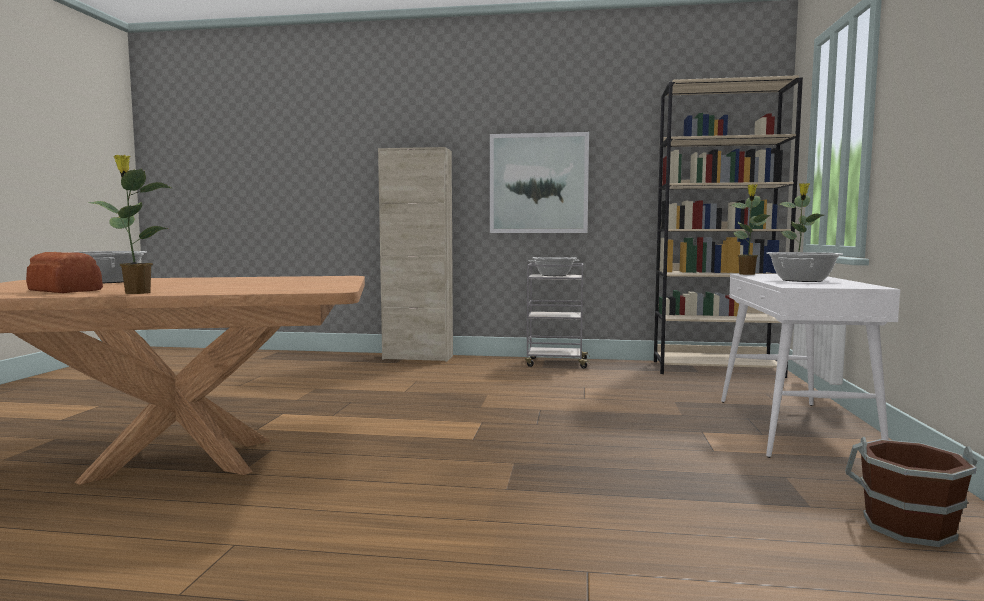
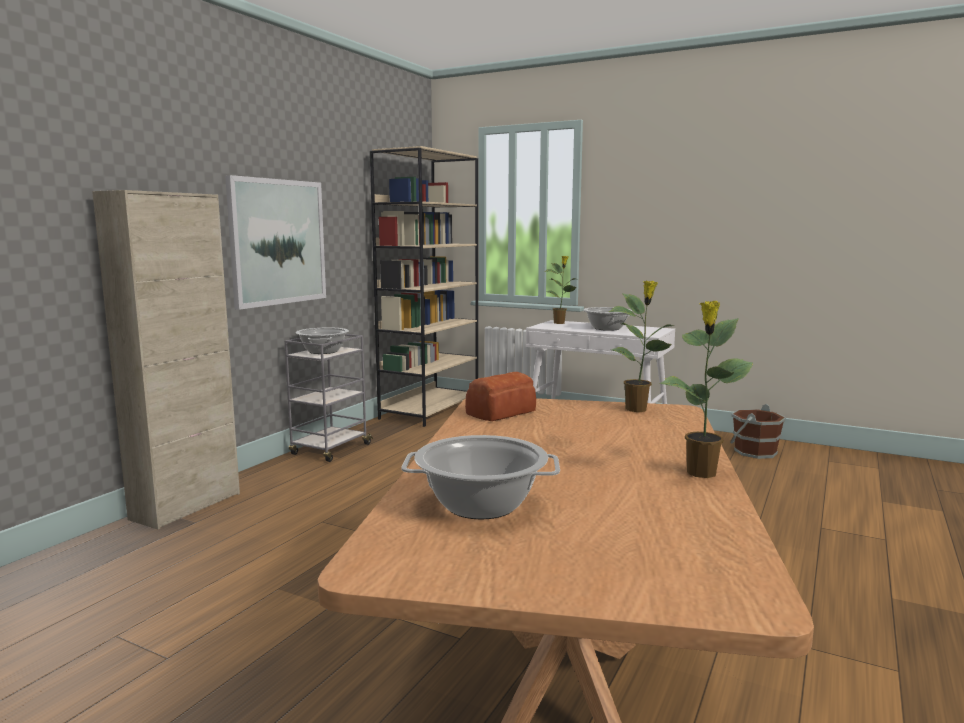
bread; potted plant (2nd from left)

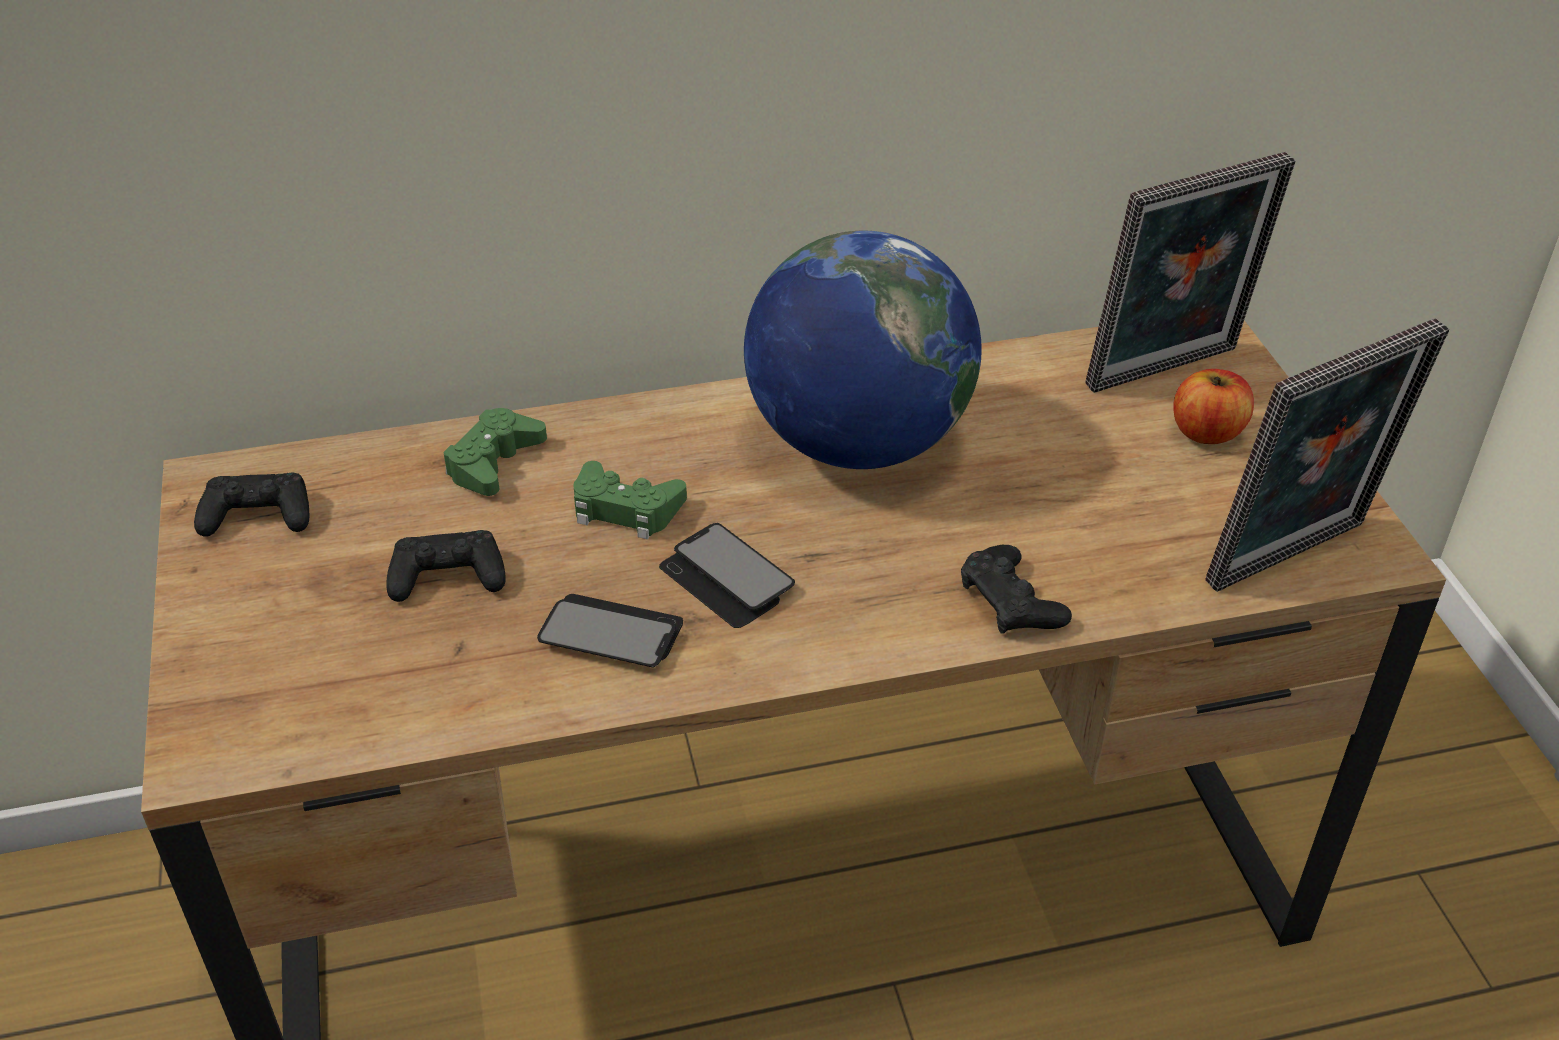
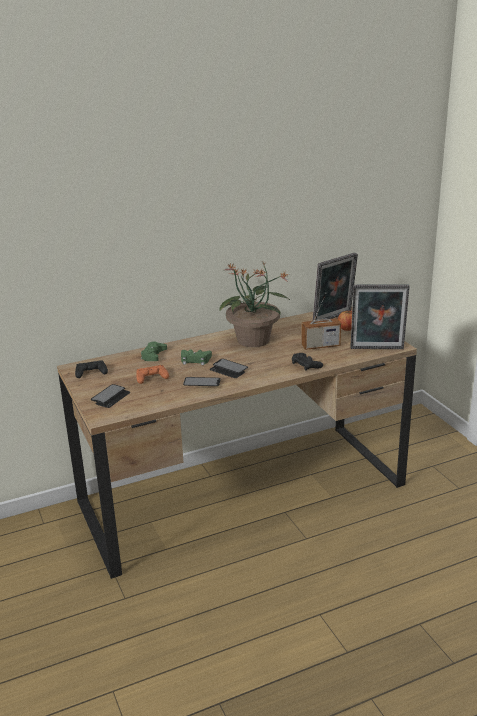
phone (1st from left); radio; potted plant; orange game controller; picture frame (2nd from left)

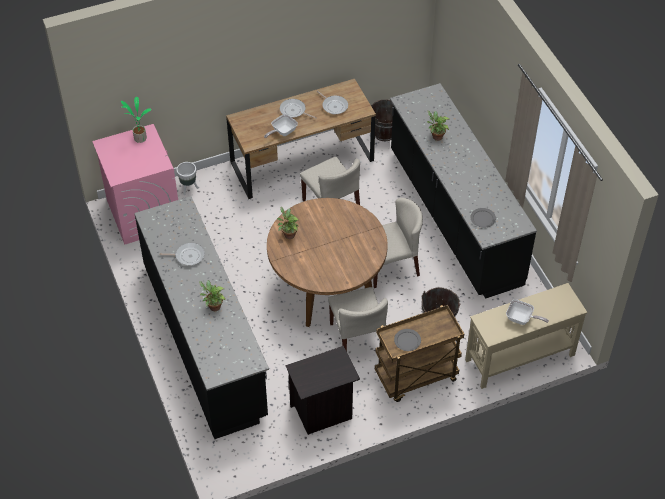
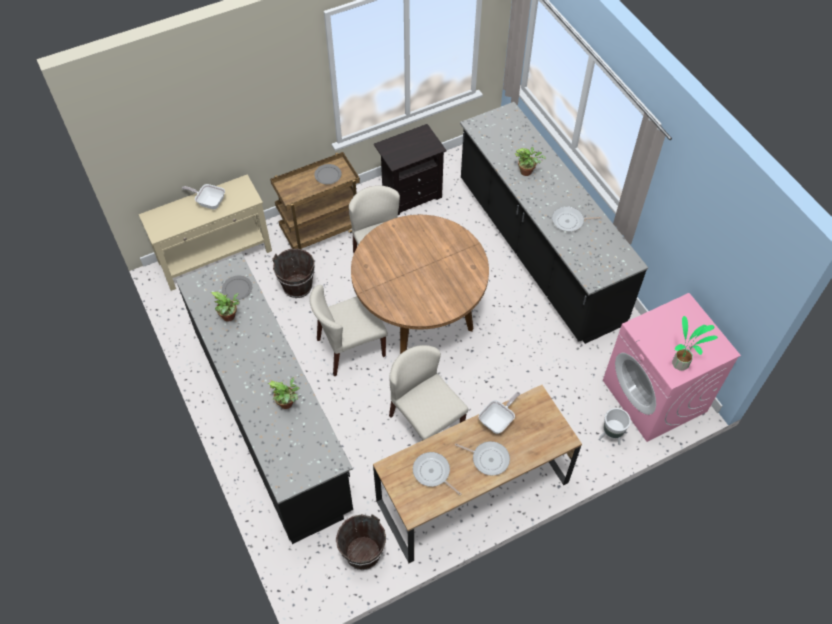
potted plant (1st from left)

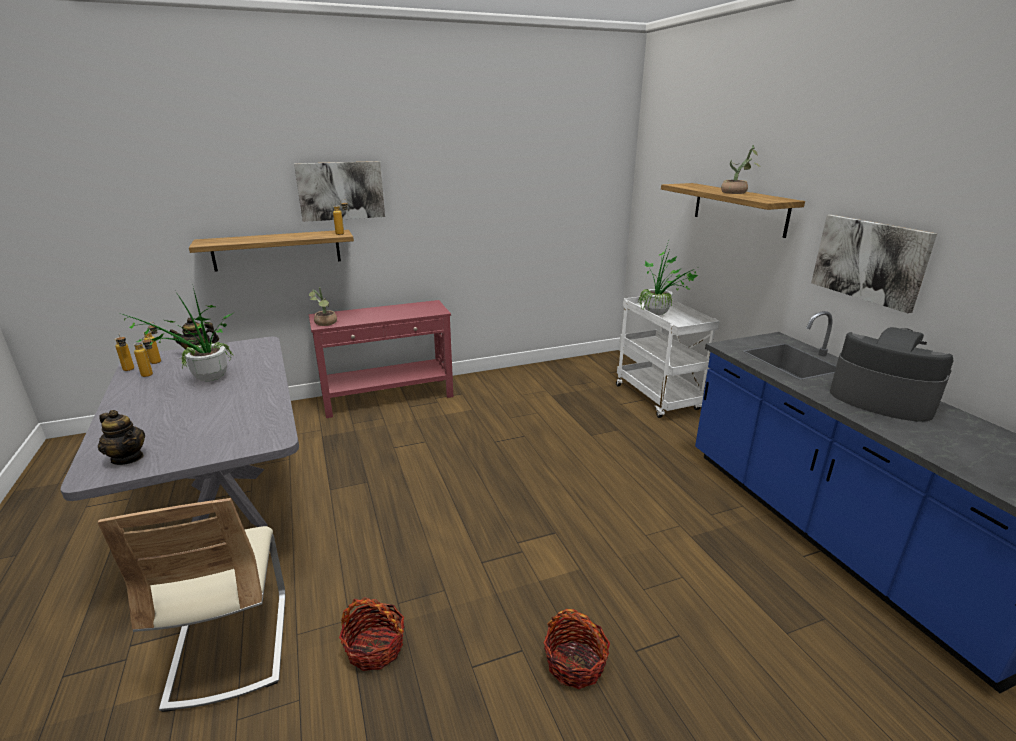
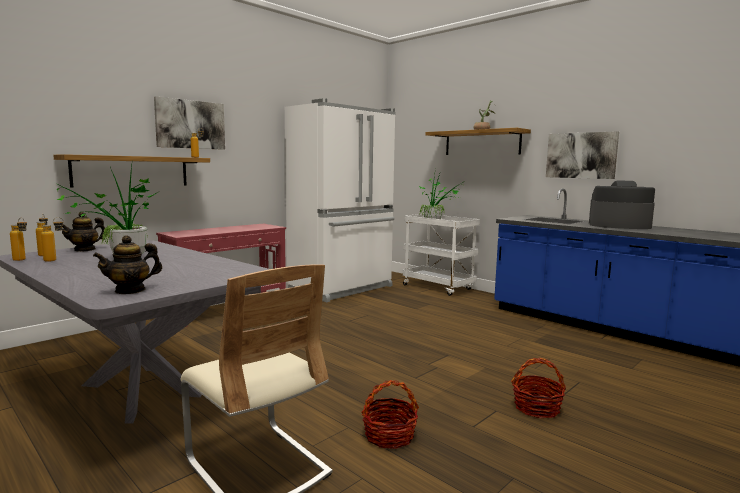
potted plant (2nd from left in the first image); white fridge; teapot (2nd from left)

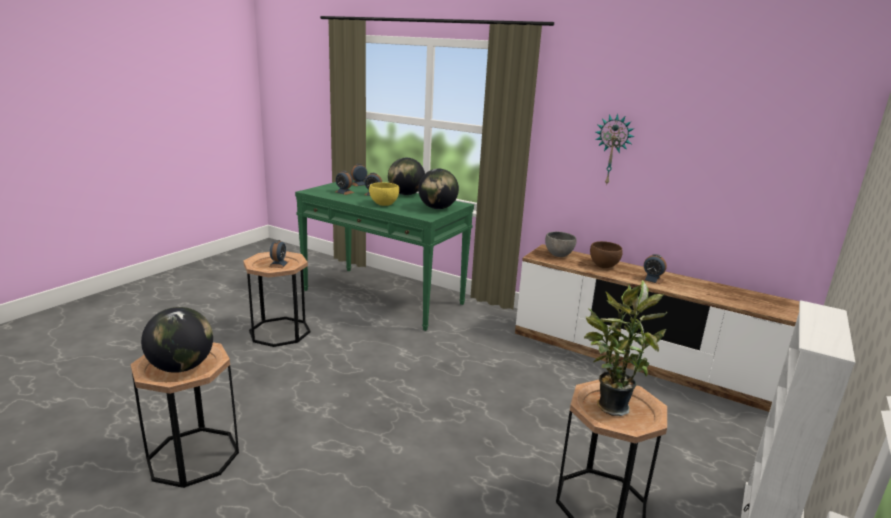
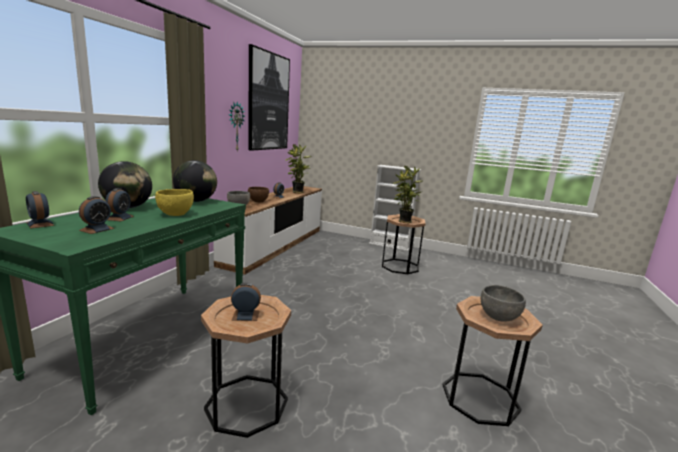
picture; potted plant (1st from left); grey bowl (2nd from left)

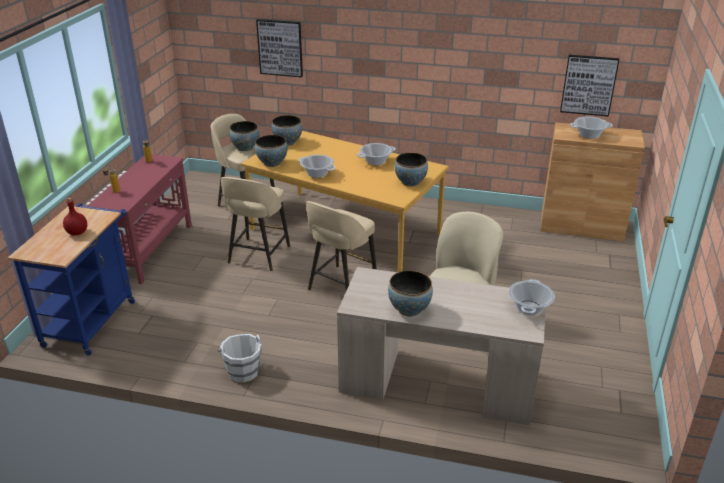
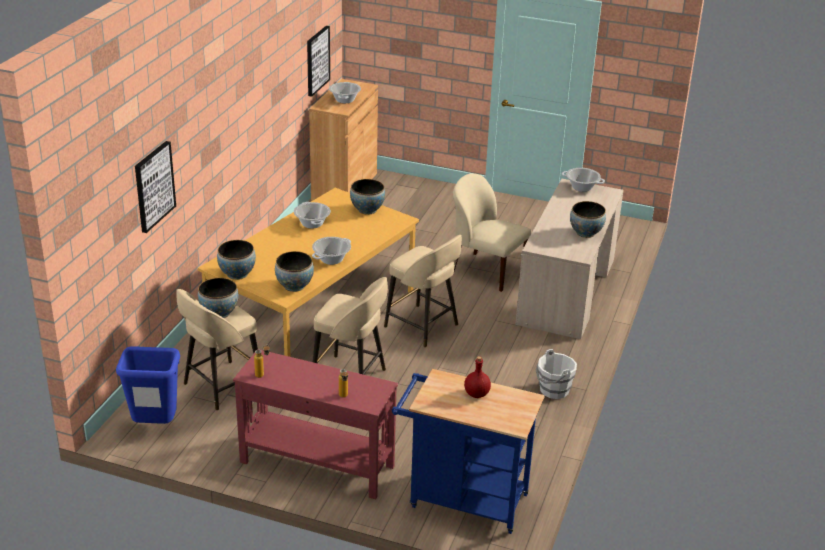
blue trash can

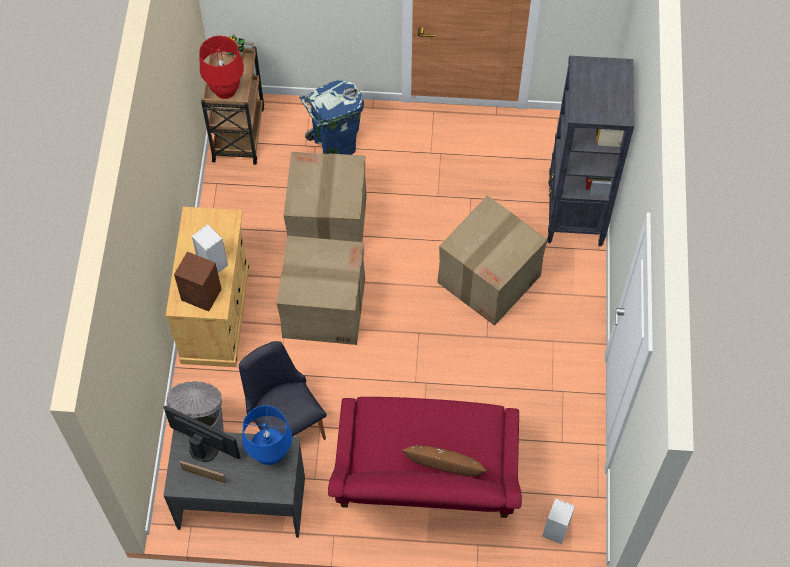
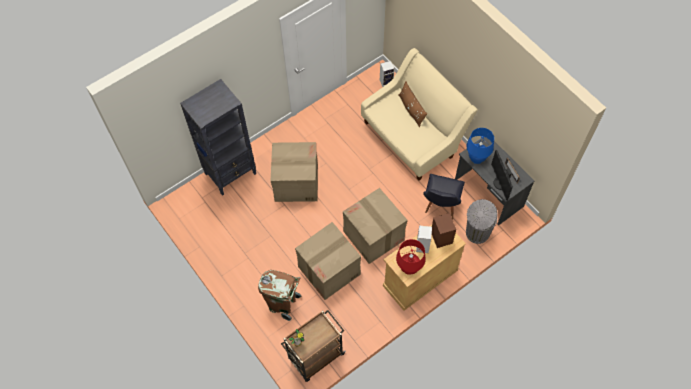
red table lamp; brown trash can; beige sofa

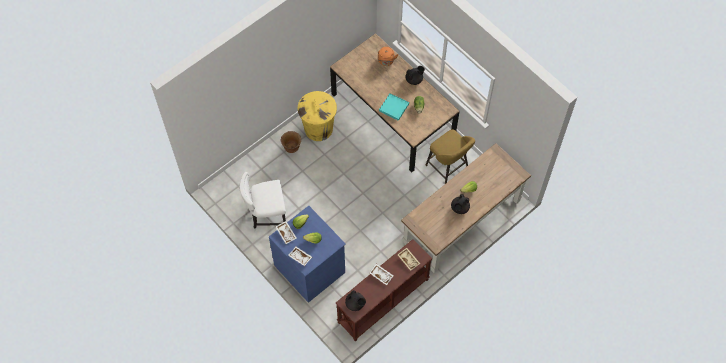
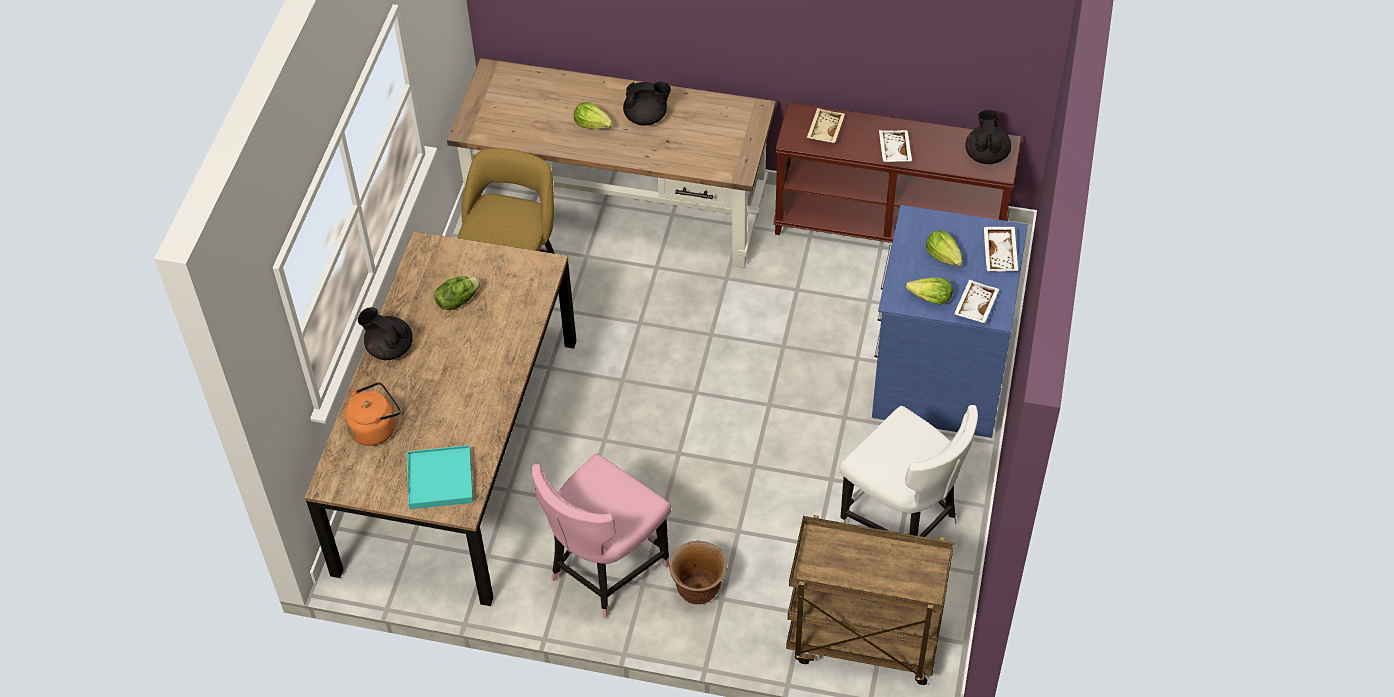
brown cart; turquoise tray; pink chair

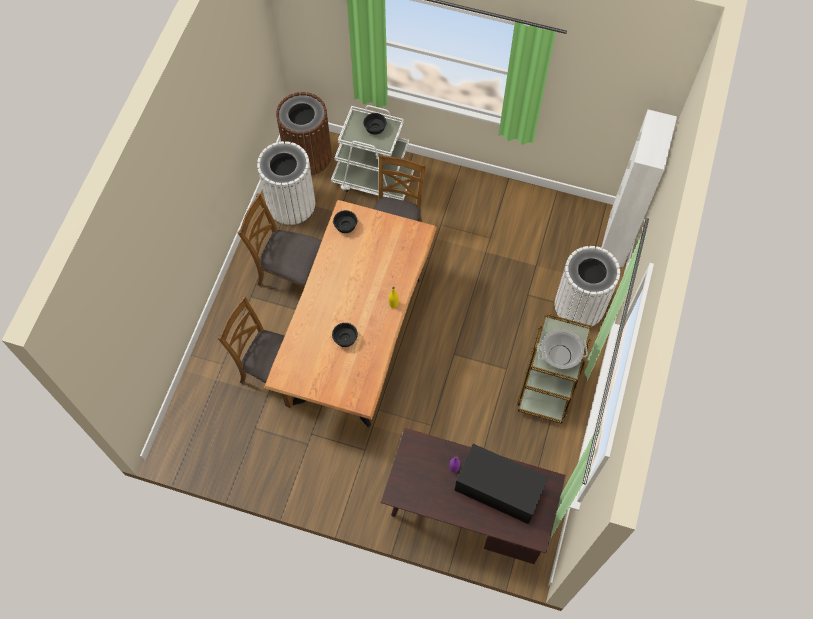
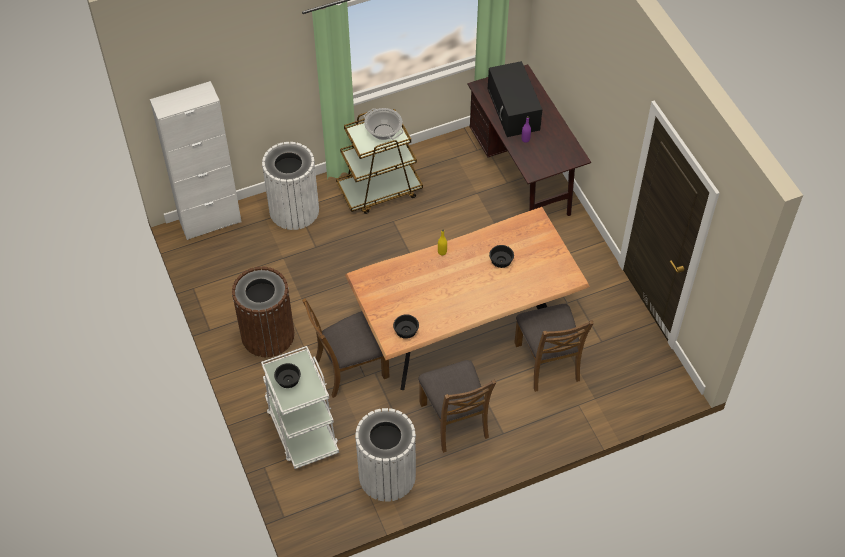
brown trash can

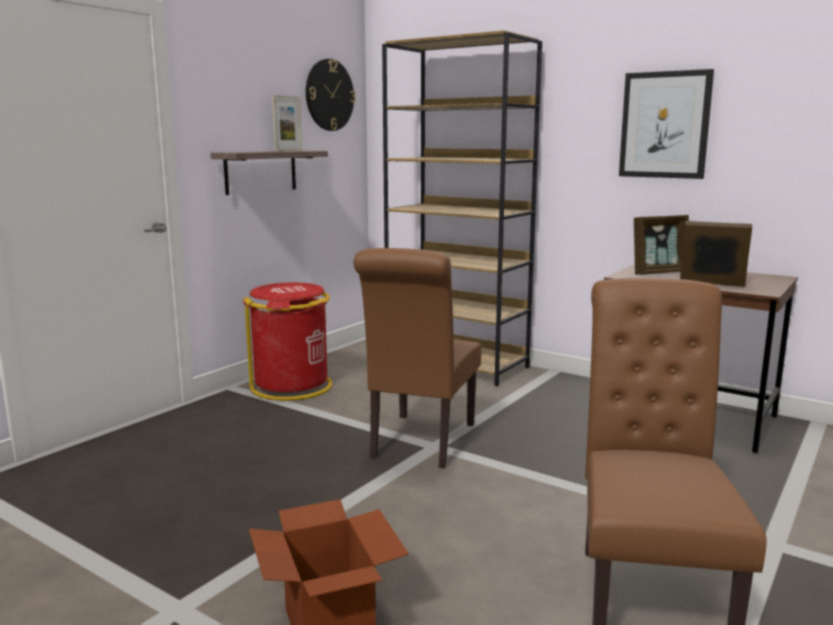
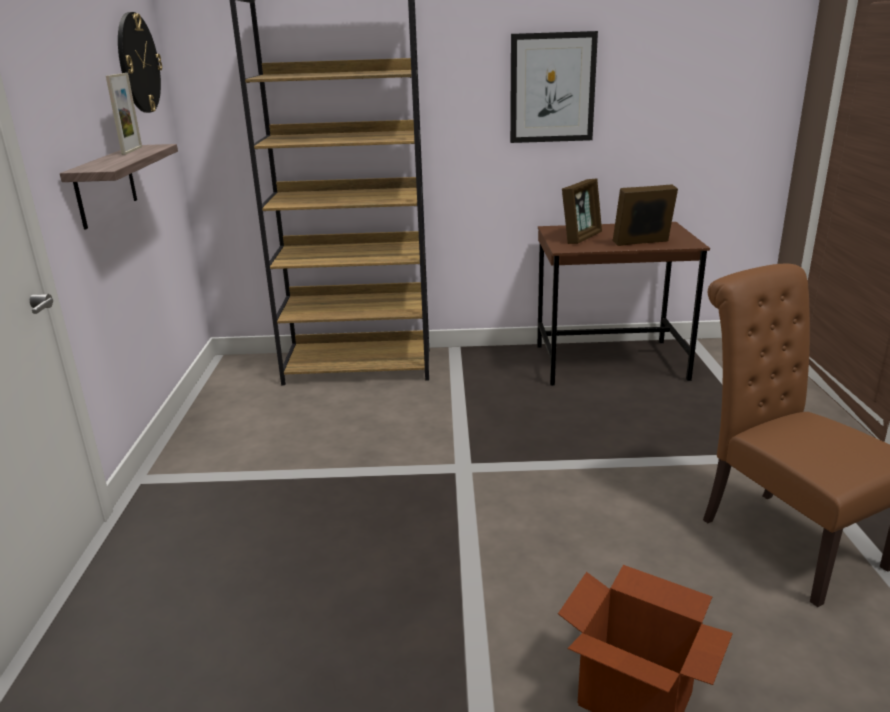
red trash can; brown chair (1st from left in the first image)

